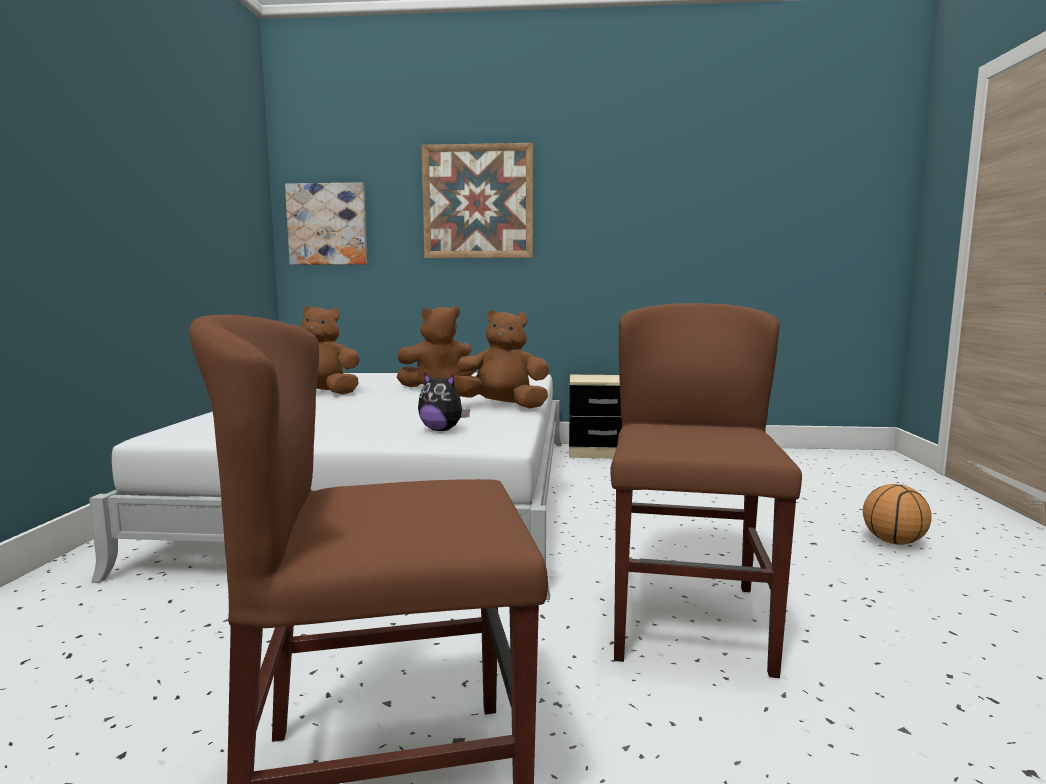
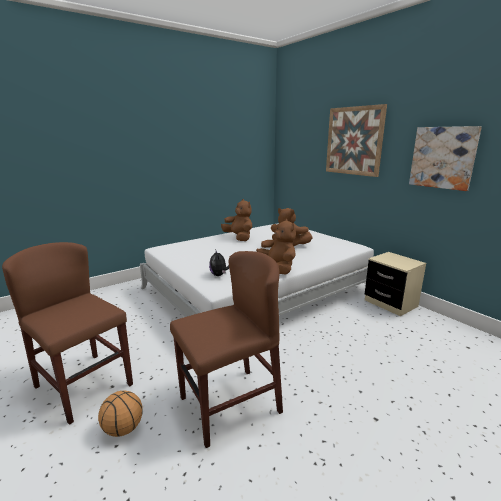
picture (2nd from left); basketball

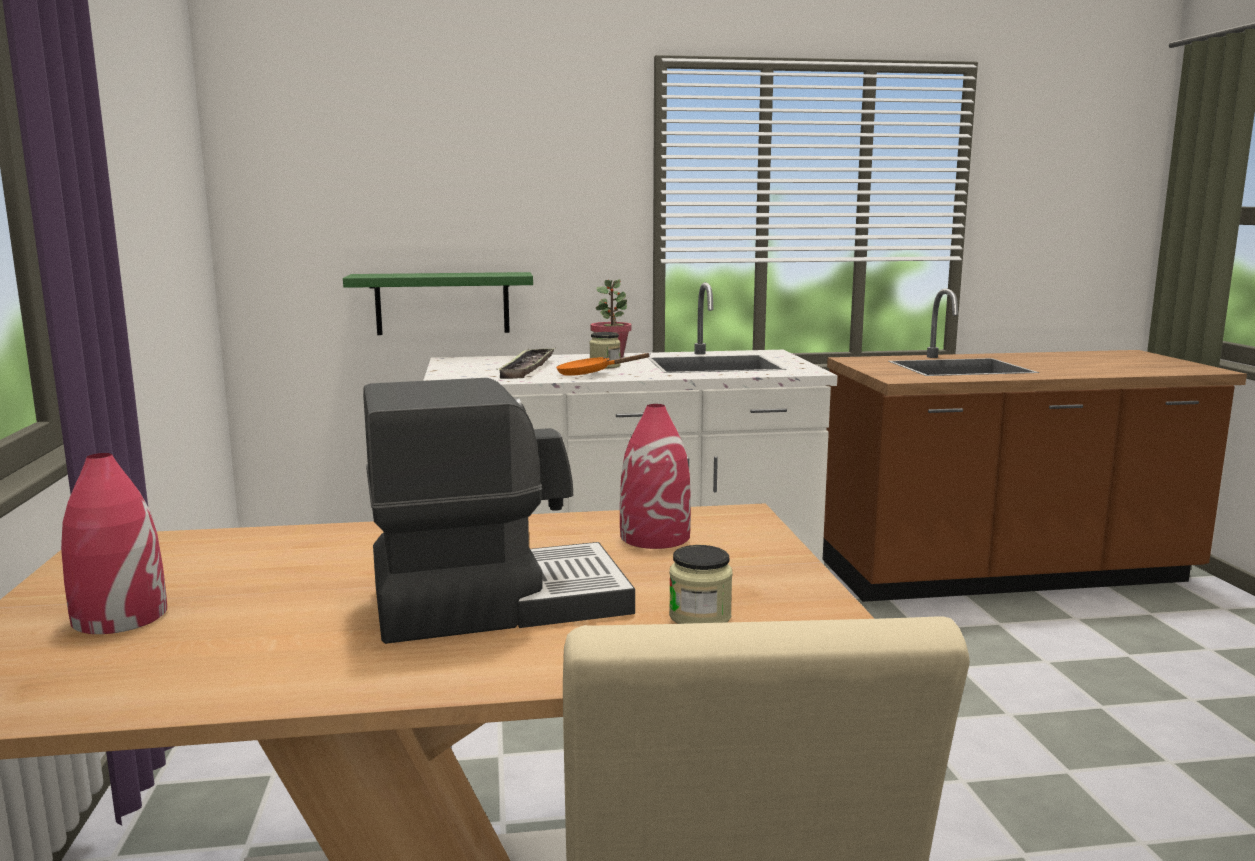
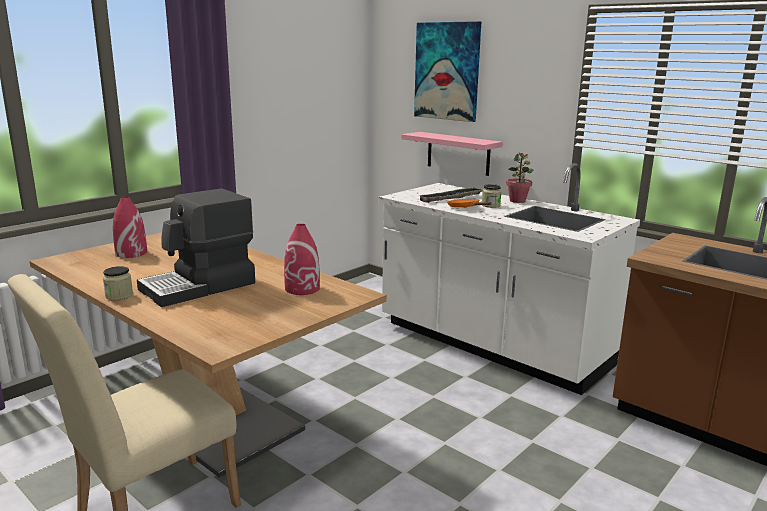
picture; jar (1st from left); pink shelf; coffee machine

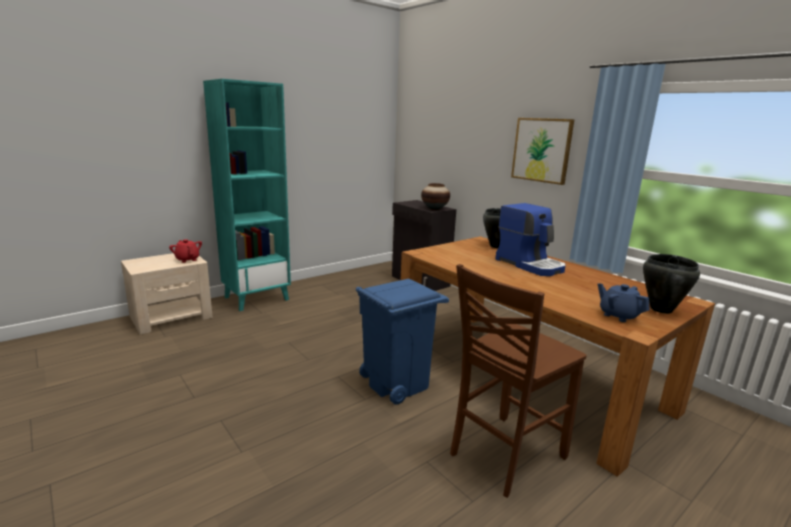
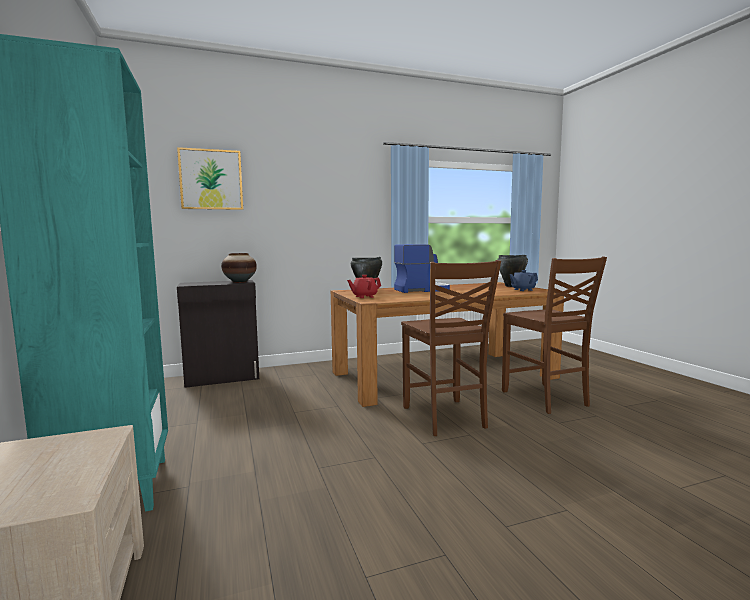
red teapot; picture; brown chair (1st from left)

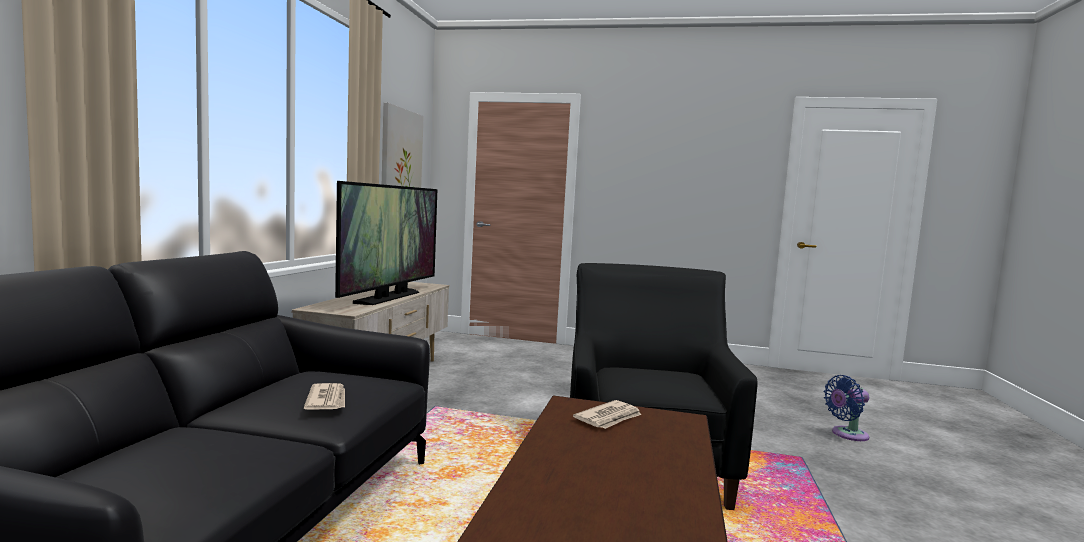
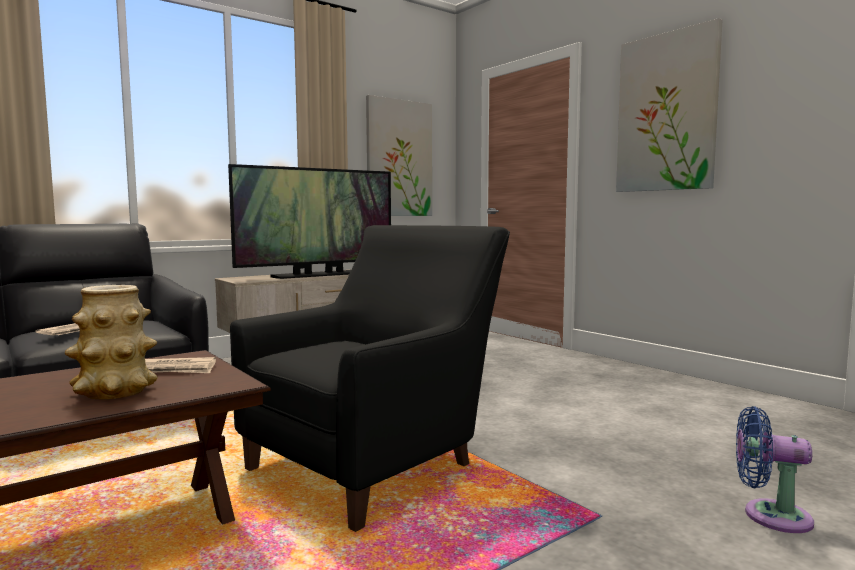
vase; picture (2nd from left)

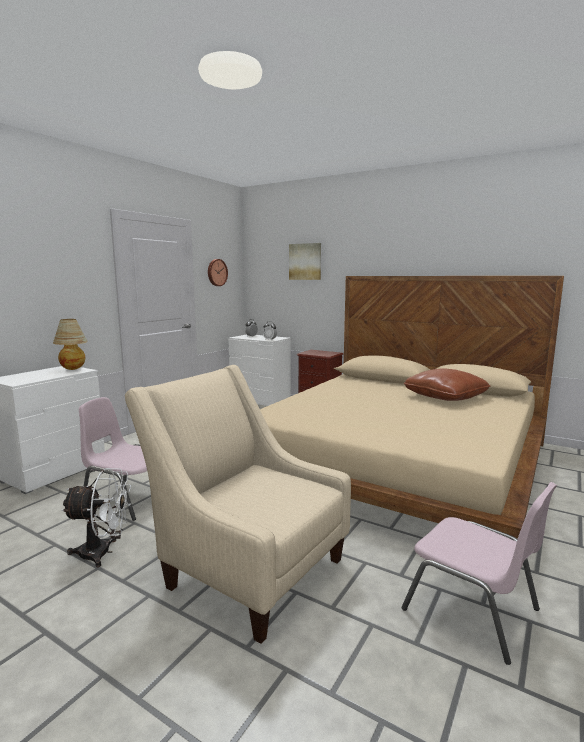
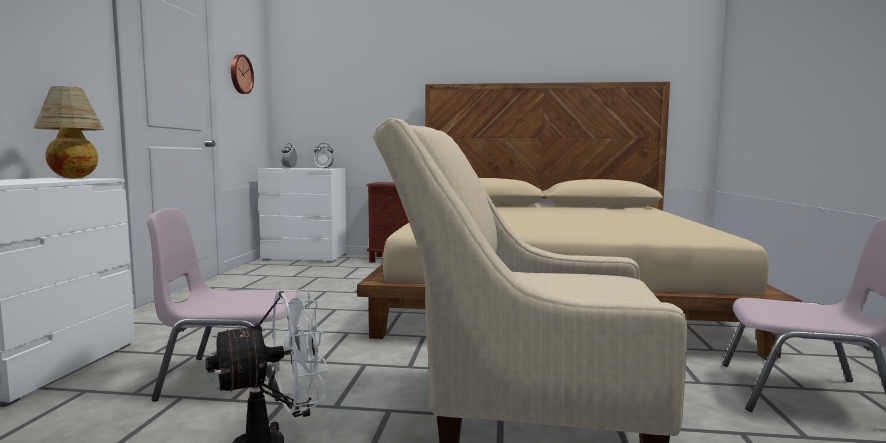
picture; brown pillow

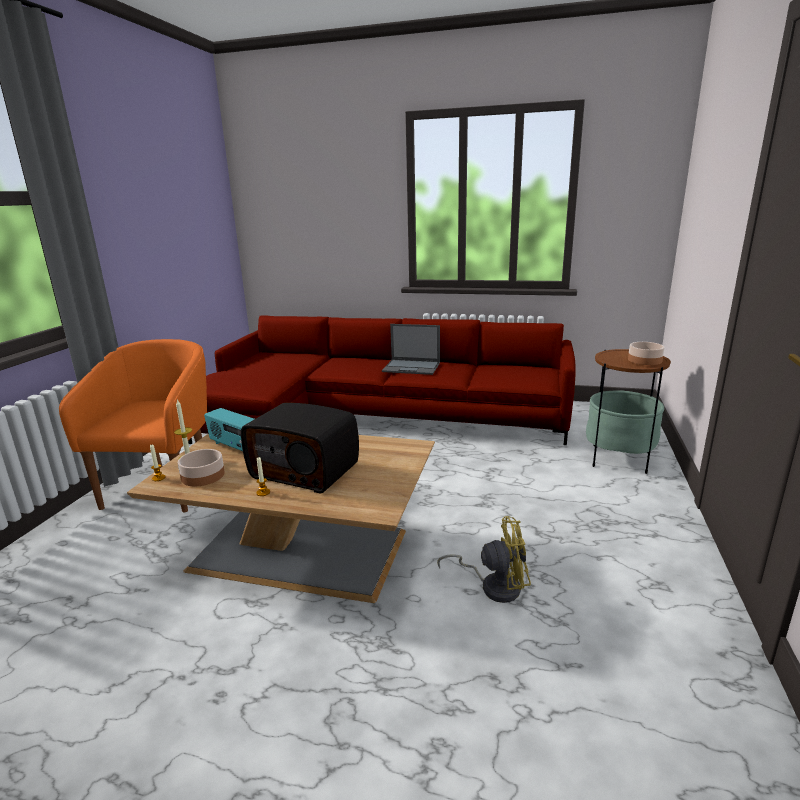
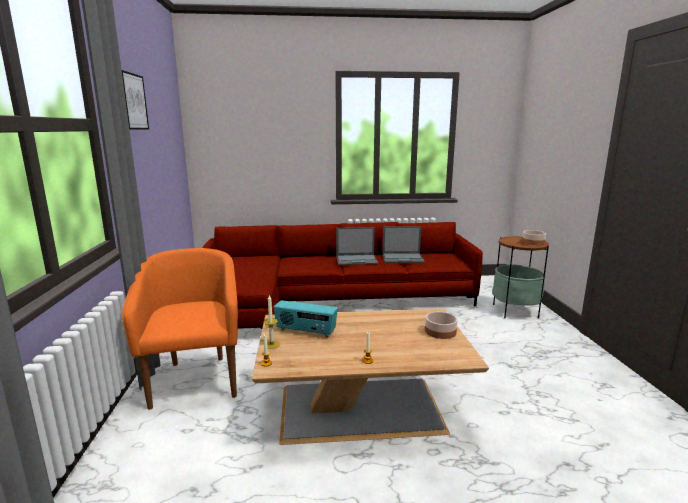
radio (2nd from left in the first image); yellow fan; picture; laptop (2nd from left); bowl (1st from left)

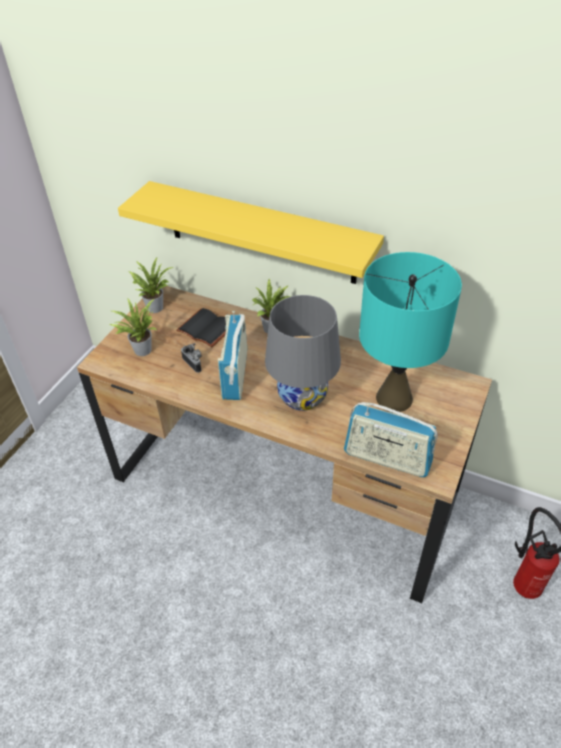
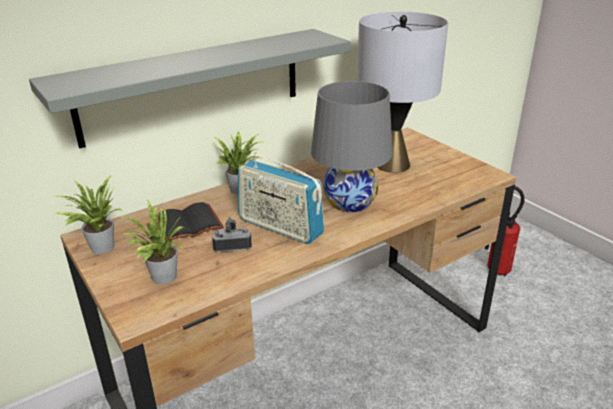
radio (2nd from left in the first image); grey shelf; grey table lamp (2nd from left)

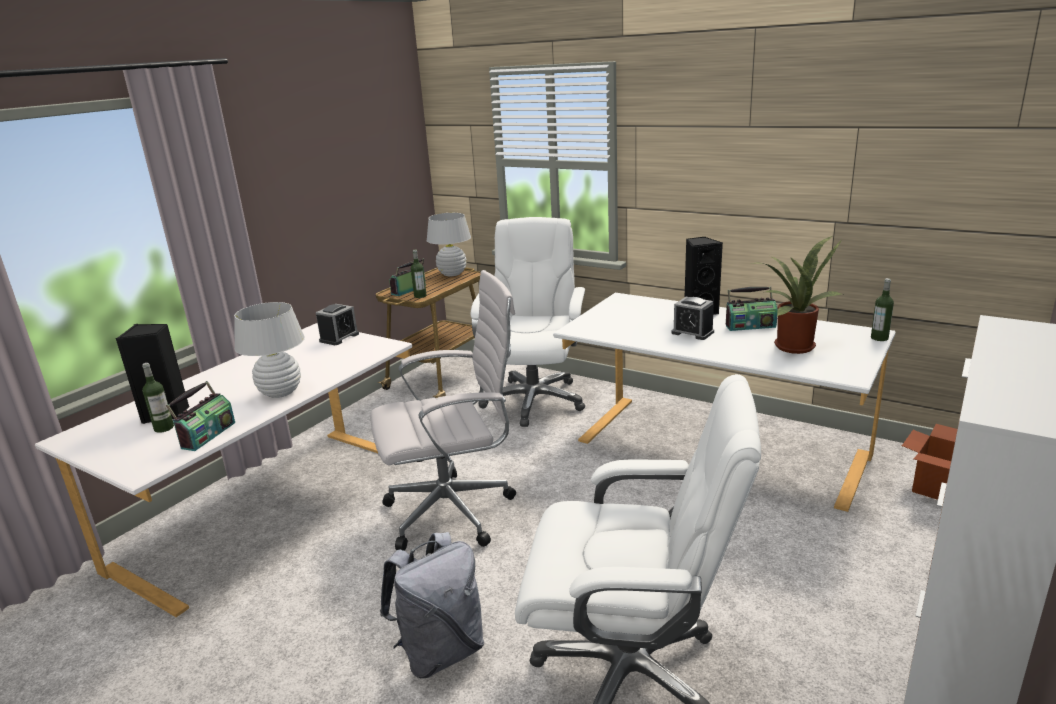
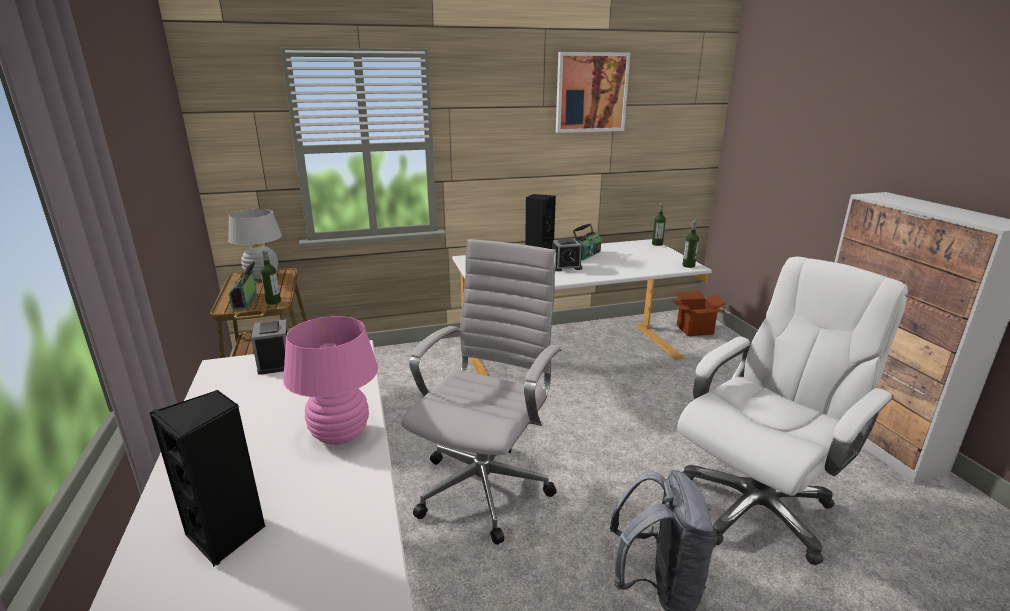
radio (1st from left in the first image); white office chair (2nd from left in the first image); potted plant; picture; bottle (3rd from left); pink table lamp

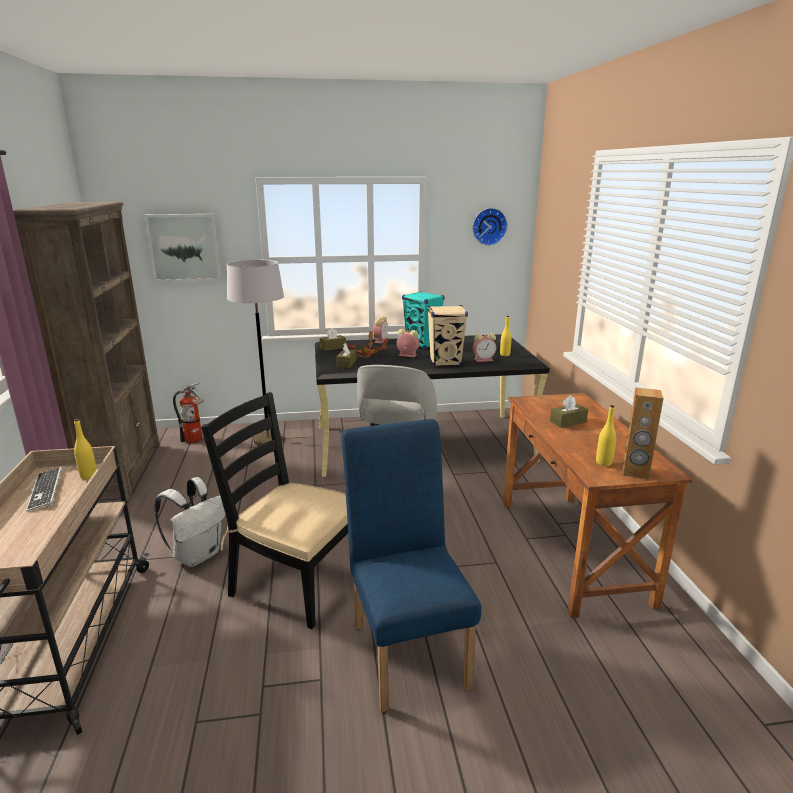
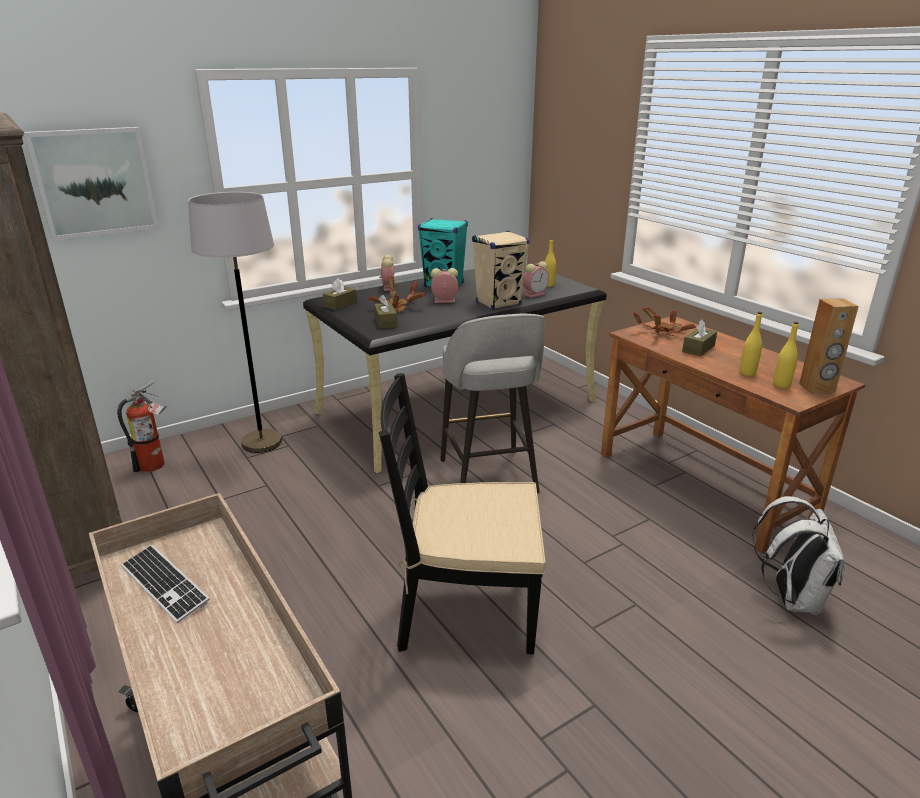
blue chair; wall clock; potted plant (2nd from left); yellow bottle (2nd from left); white backpack

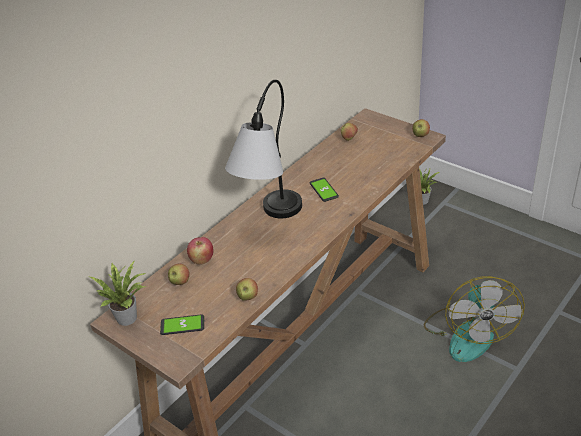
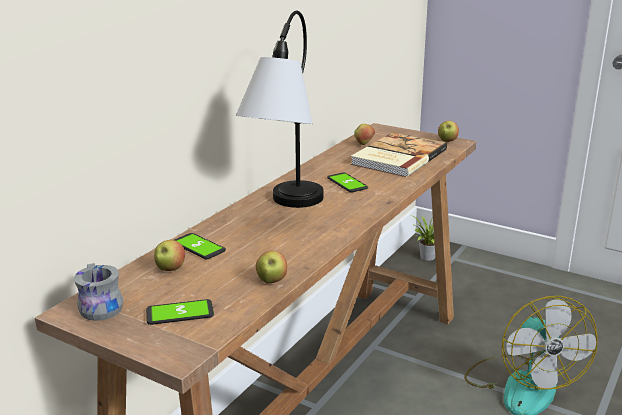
book; grey mug; phone (2nd from left)

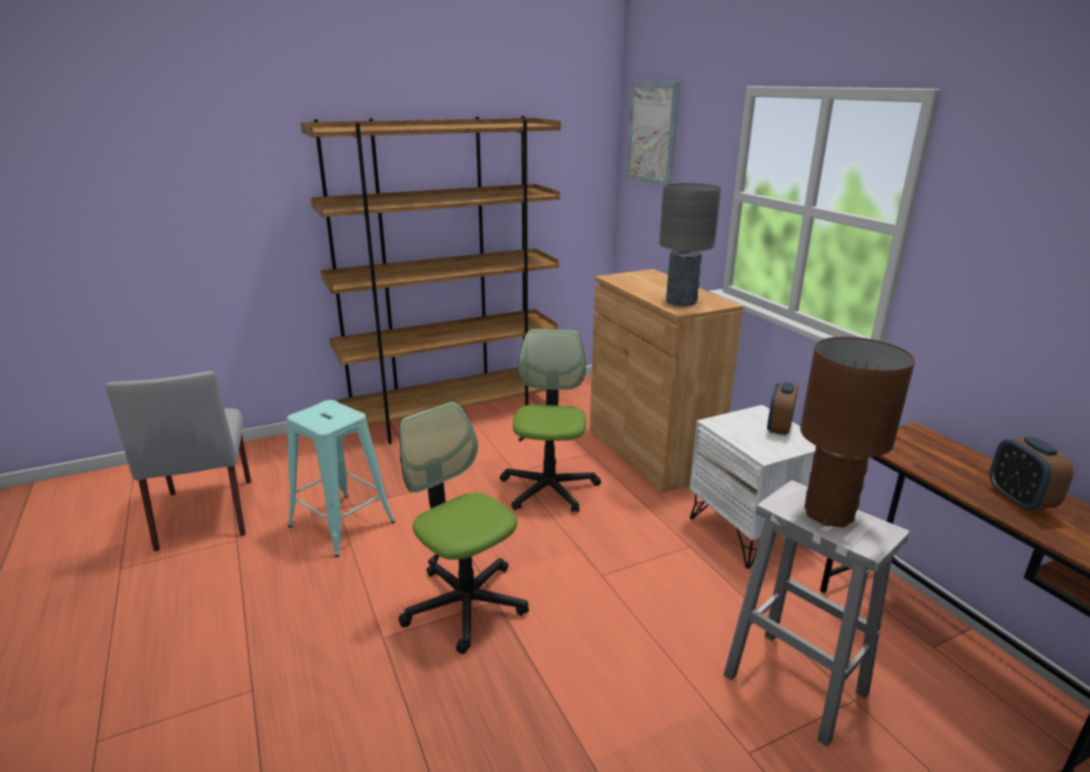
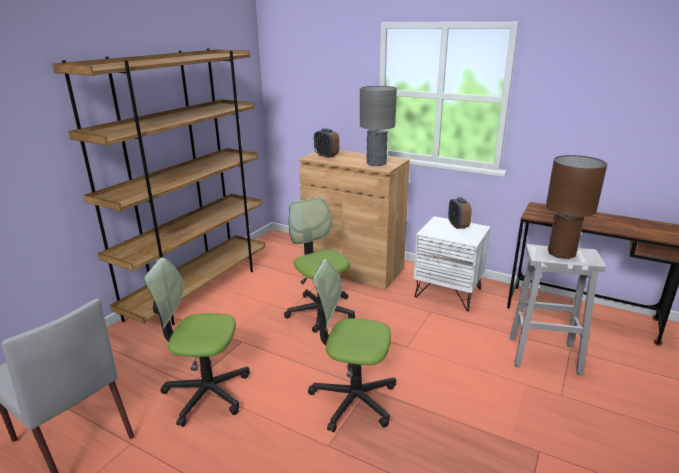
picture; alarm clock (1st from left); office chair (1st from left)

